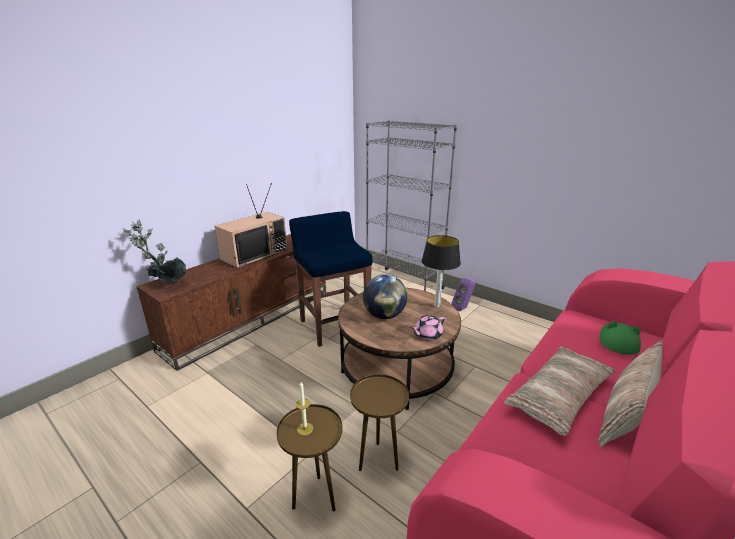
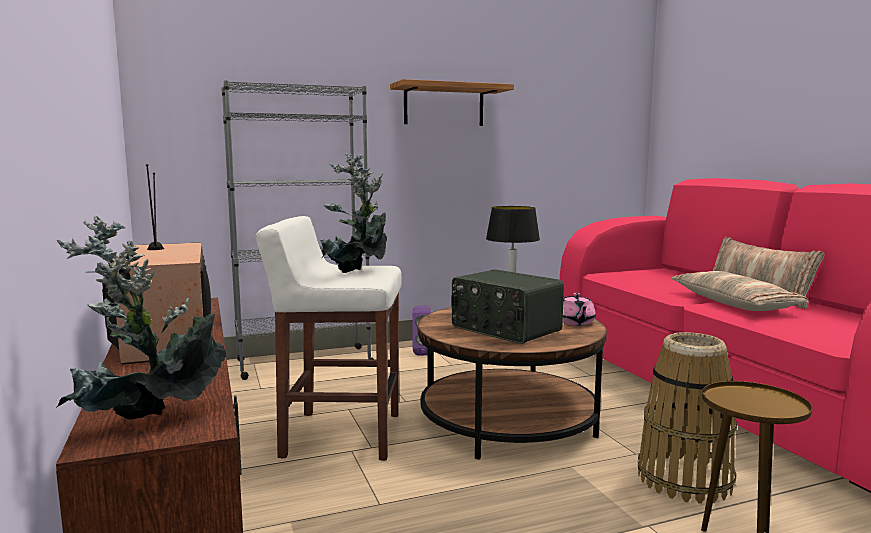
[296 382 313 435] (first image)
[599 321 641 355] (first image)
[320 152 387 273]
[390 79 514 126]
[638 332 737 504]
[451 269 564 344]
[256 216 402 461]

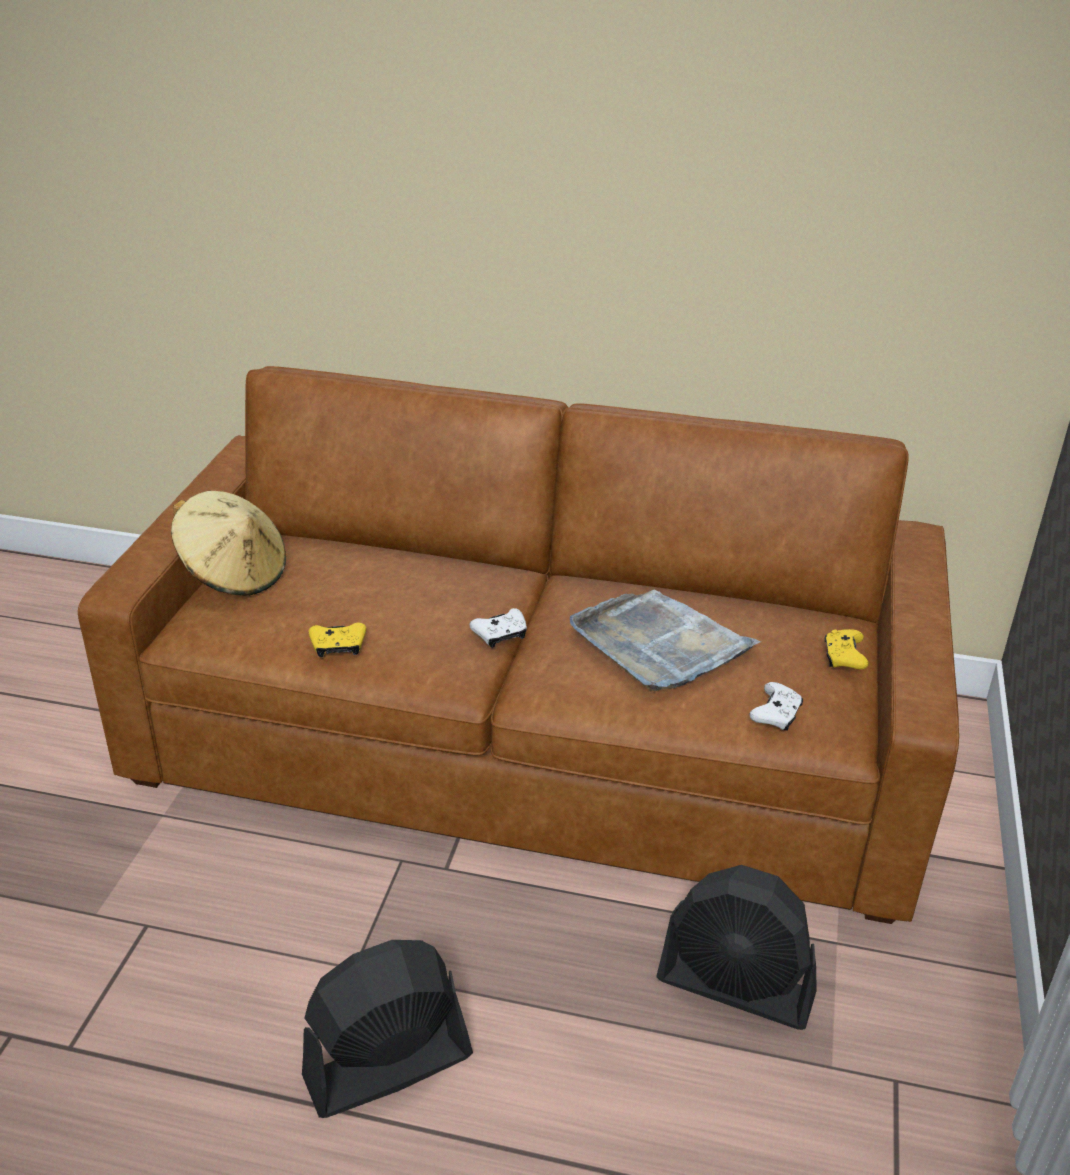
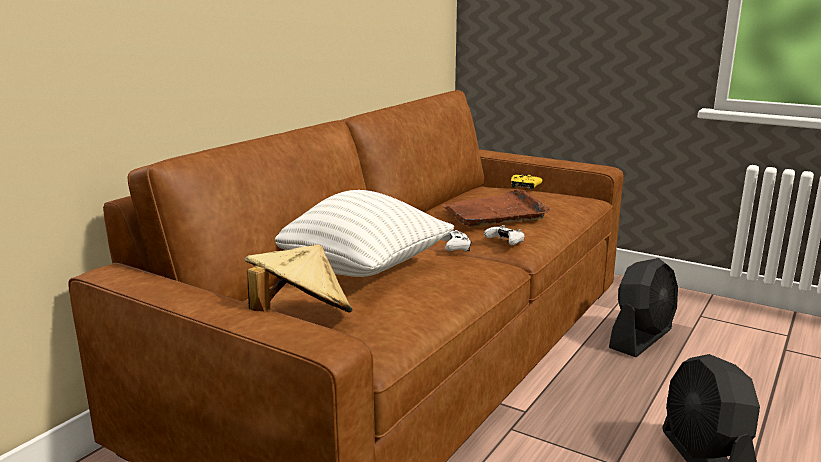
[309 623 366 657] (first image)
[275 190 454 277]
[484 225 525 245]
[442 189 551 226]

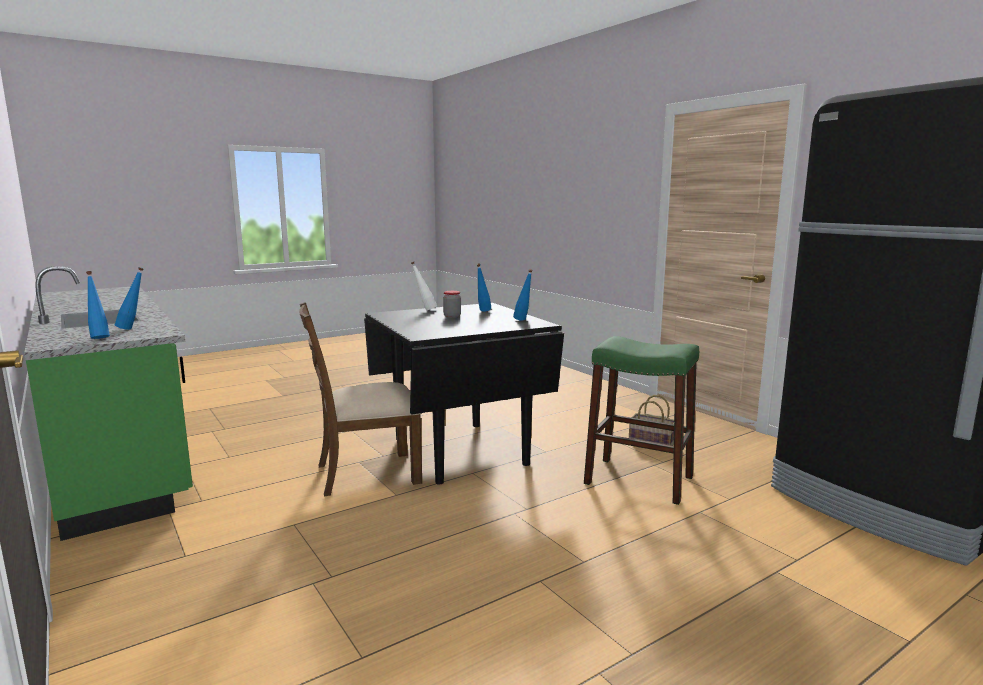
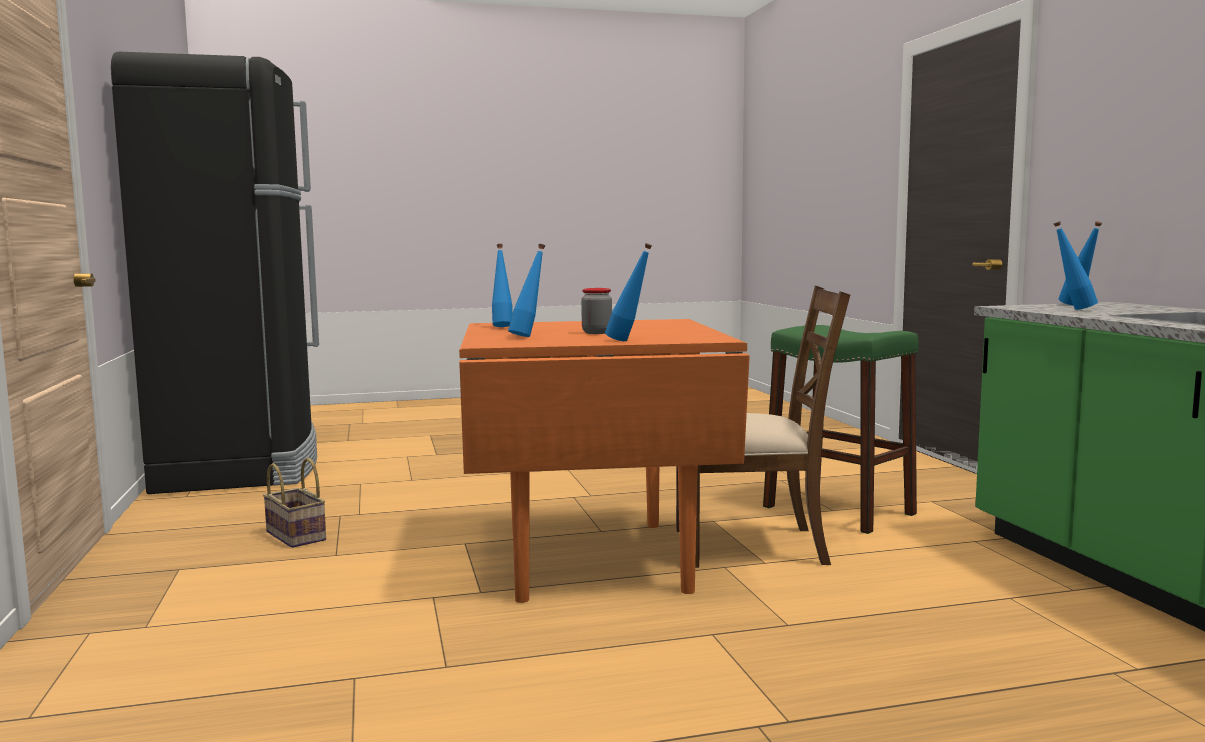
[763 325 919 534]
[459 319 750 603]
[605 243 652 341]

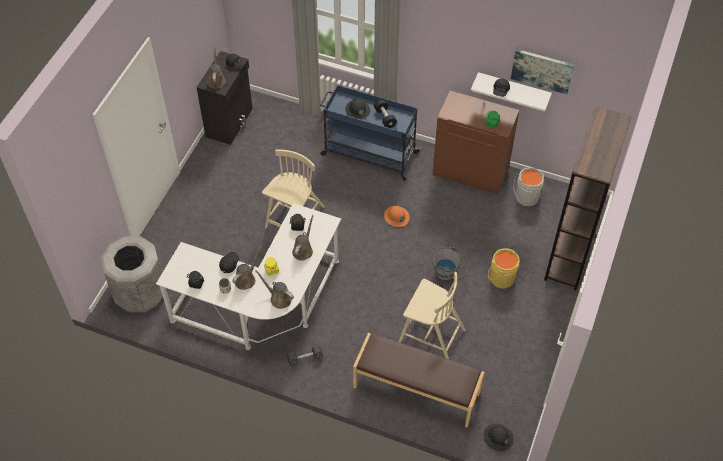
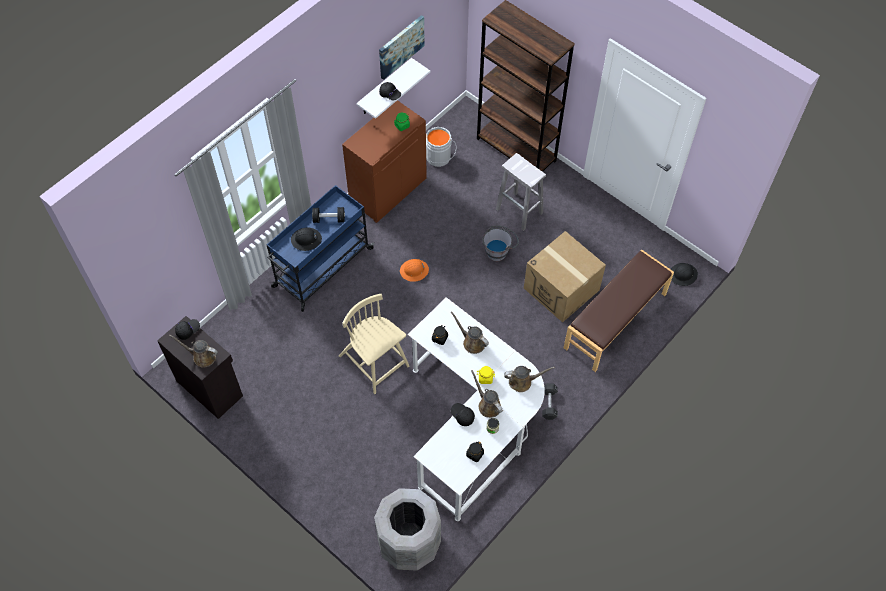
[524 231 606 323]
[496 153 546 231]
[504 366 555 392]

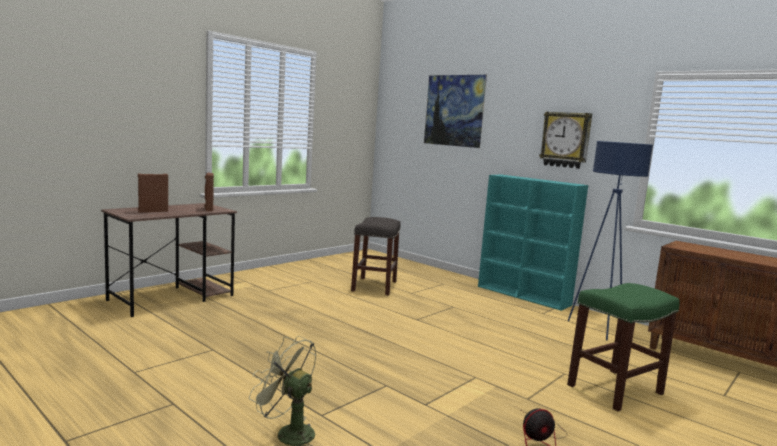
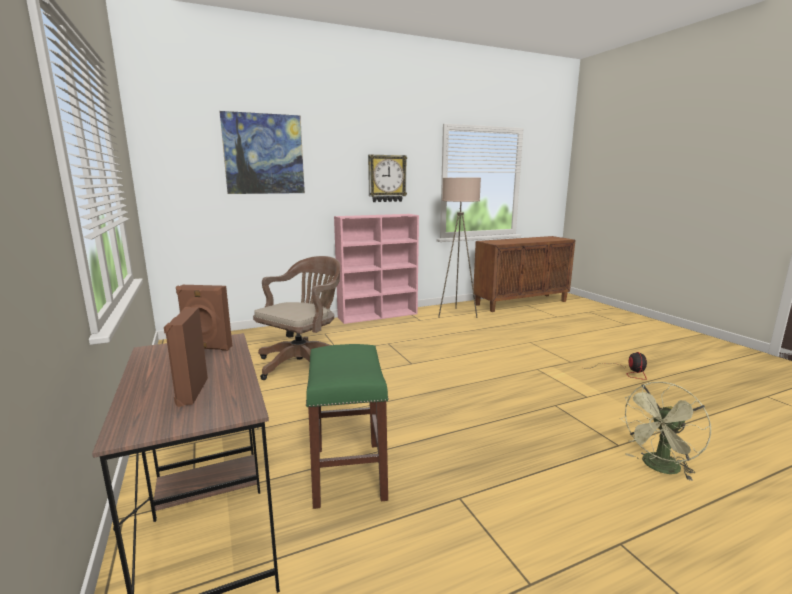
[306 344 389 509]
[253 256 340 380]
[334 214 419 324]
[438 178 481 318]

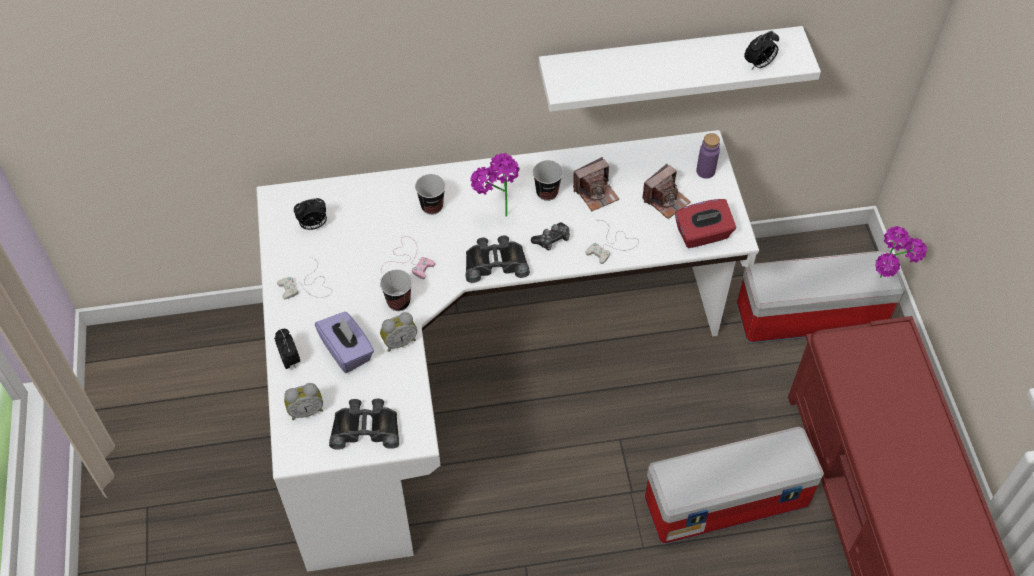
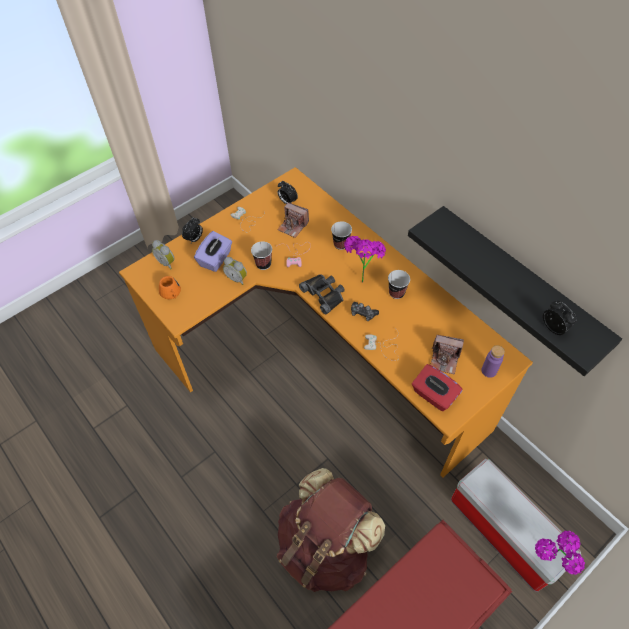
[277 203 309 238]
[159 276 181 299]
[277 468 385 592]
[119 167 533 478]
[408 206 622 376]
[543 301 577 335]

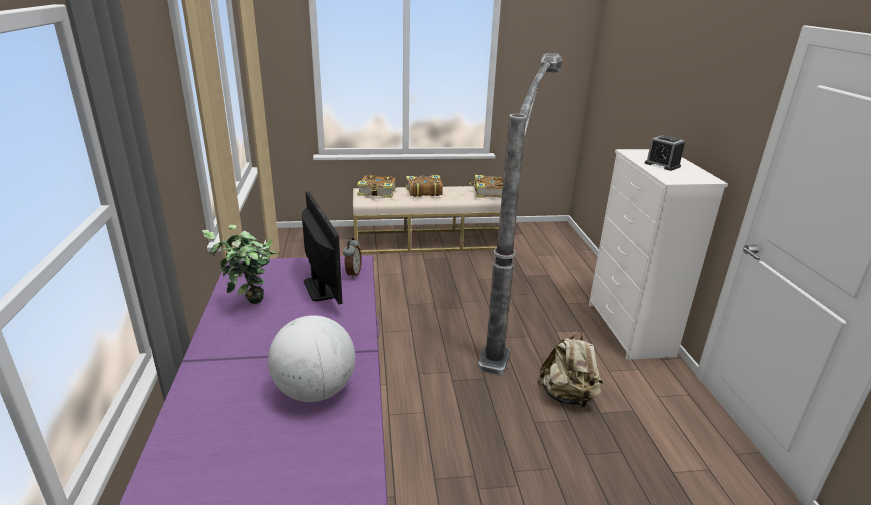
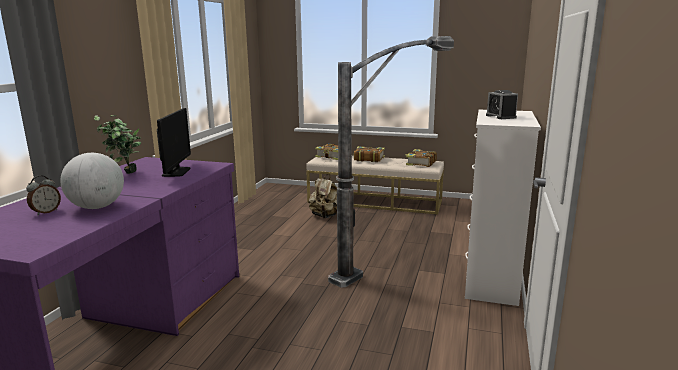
[26 175 61 215]
[309 174 337 218]

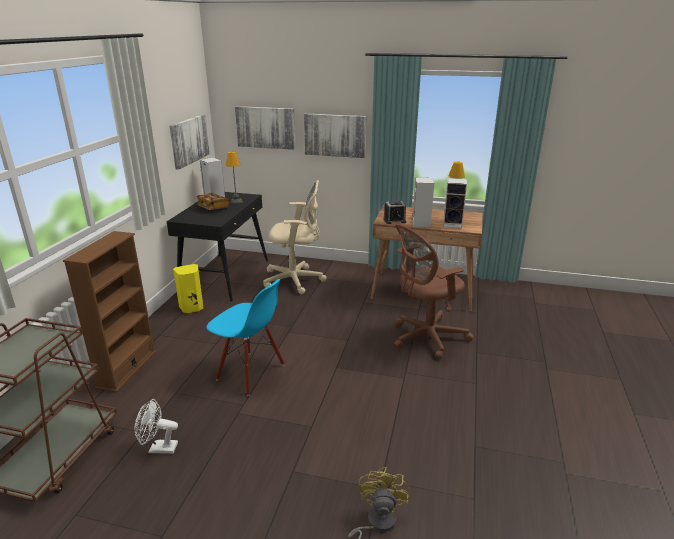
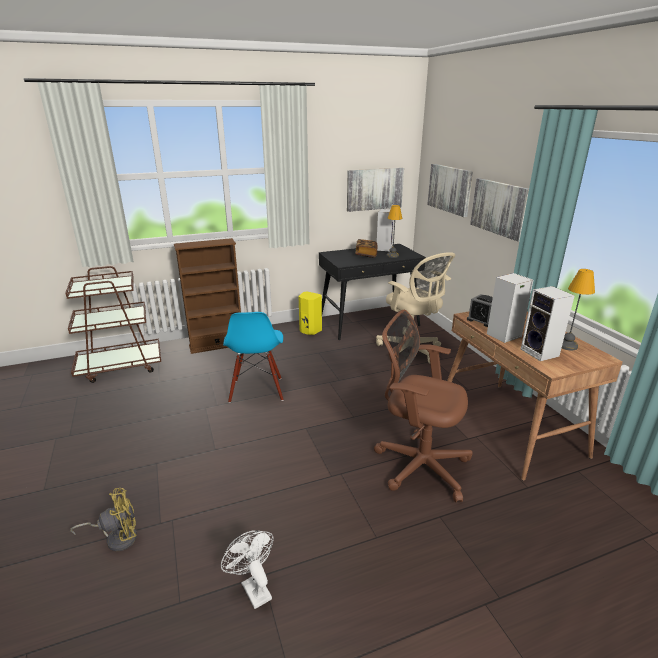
[221 530 274 609]

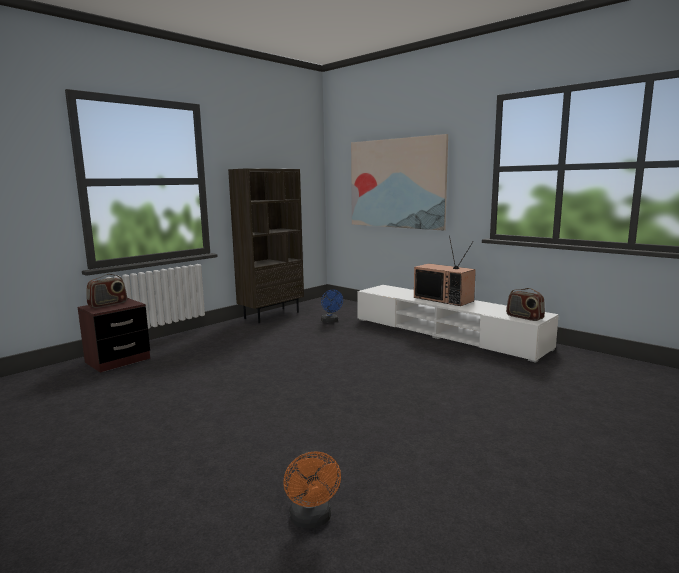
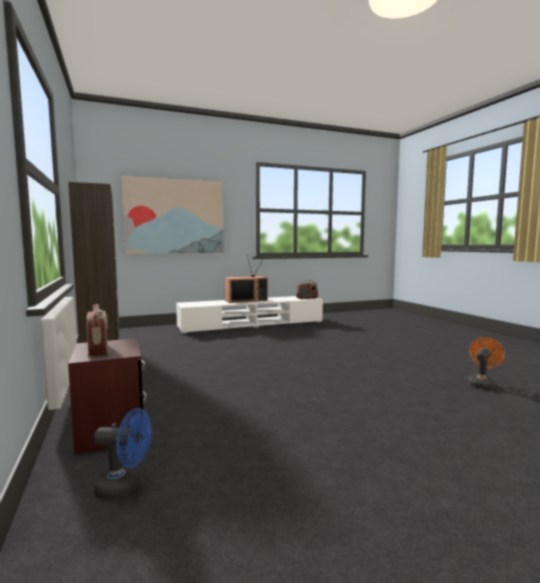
[94 408 151 500]
[468 337 505 389]

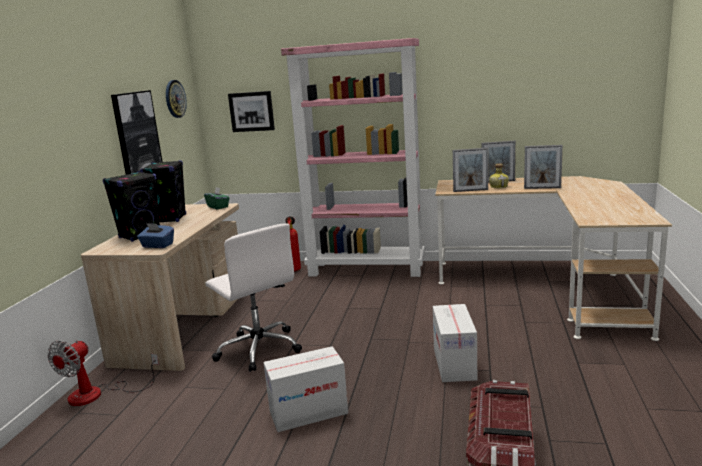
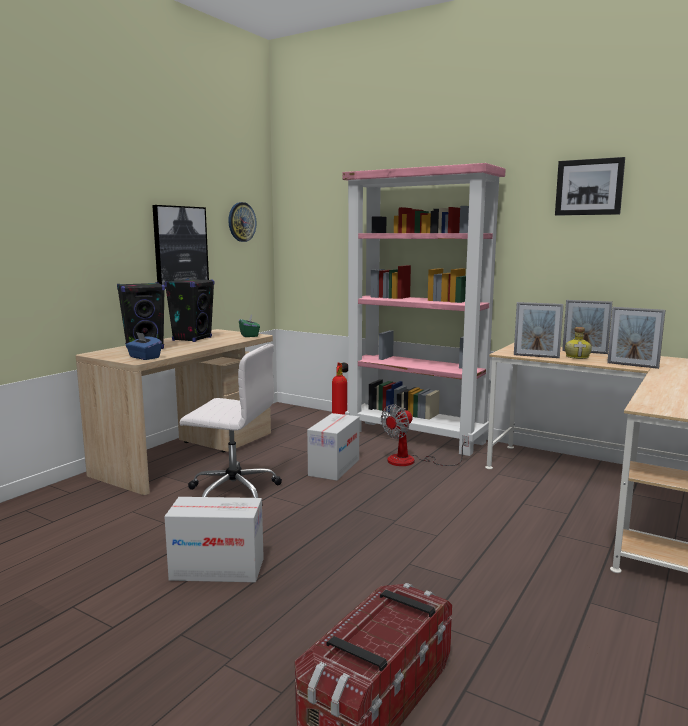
[381 404 469 466]
[555 157 625 216]
[307 413 359 481]
[180 344 282 498]

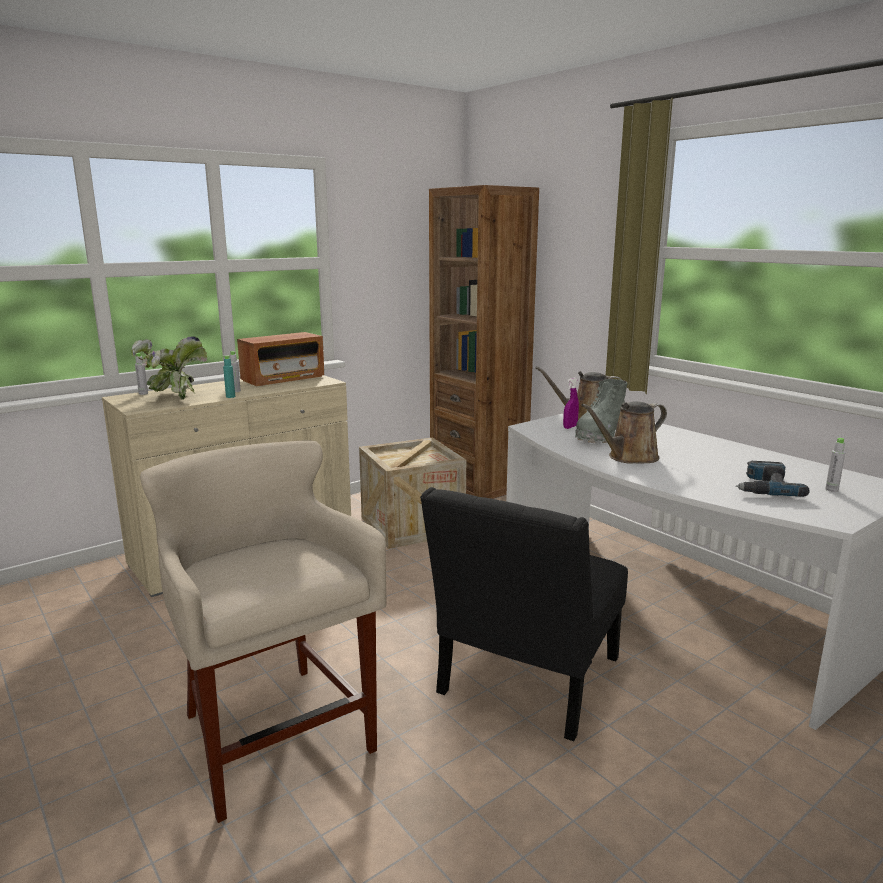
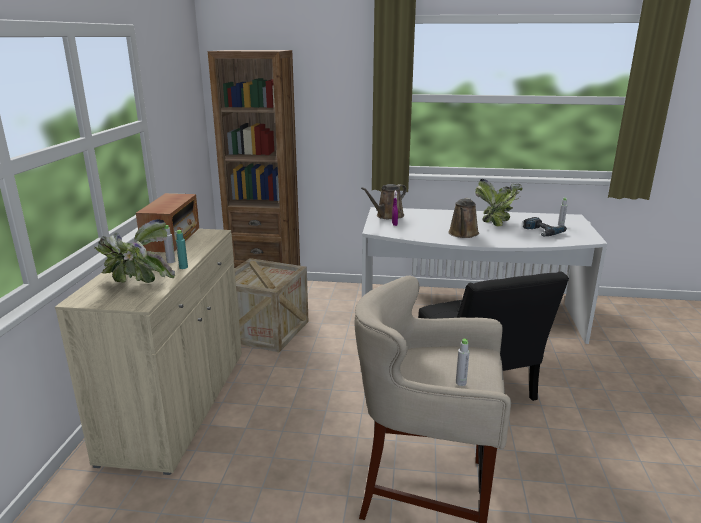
[575 379 628 443] (first image)
[475 179 522 226]
[456 339 470 386]

